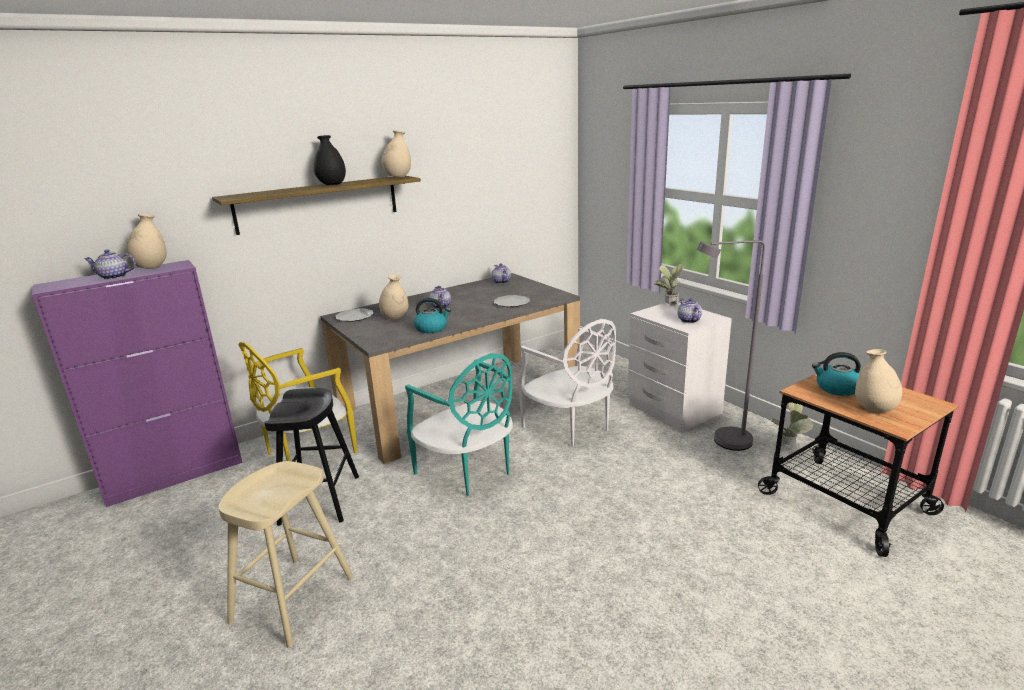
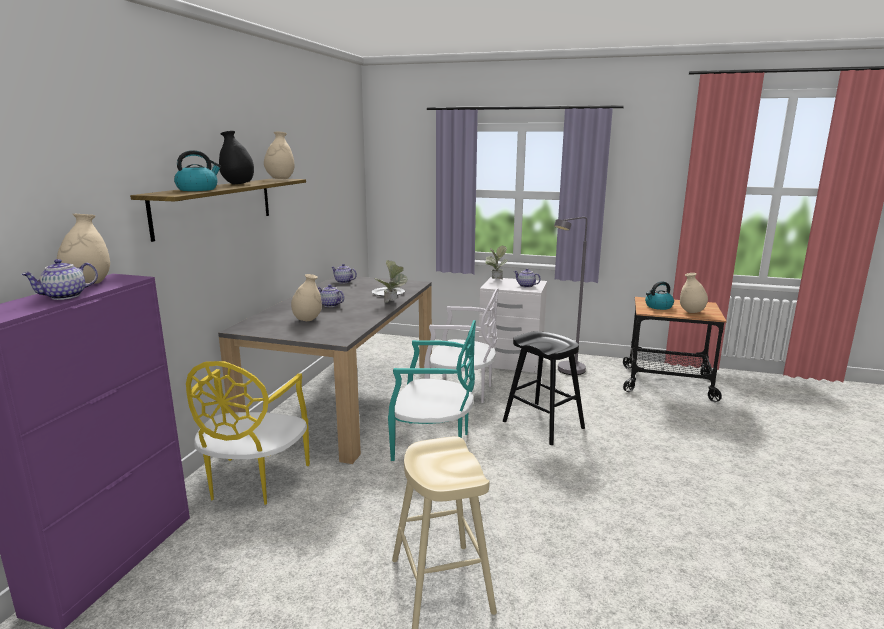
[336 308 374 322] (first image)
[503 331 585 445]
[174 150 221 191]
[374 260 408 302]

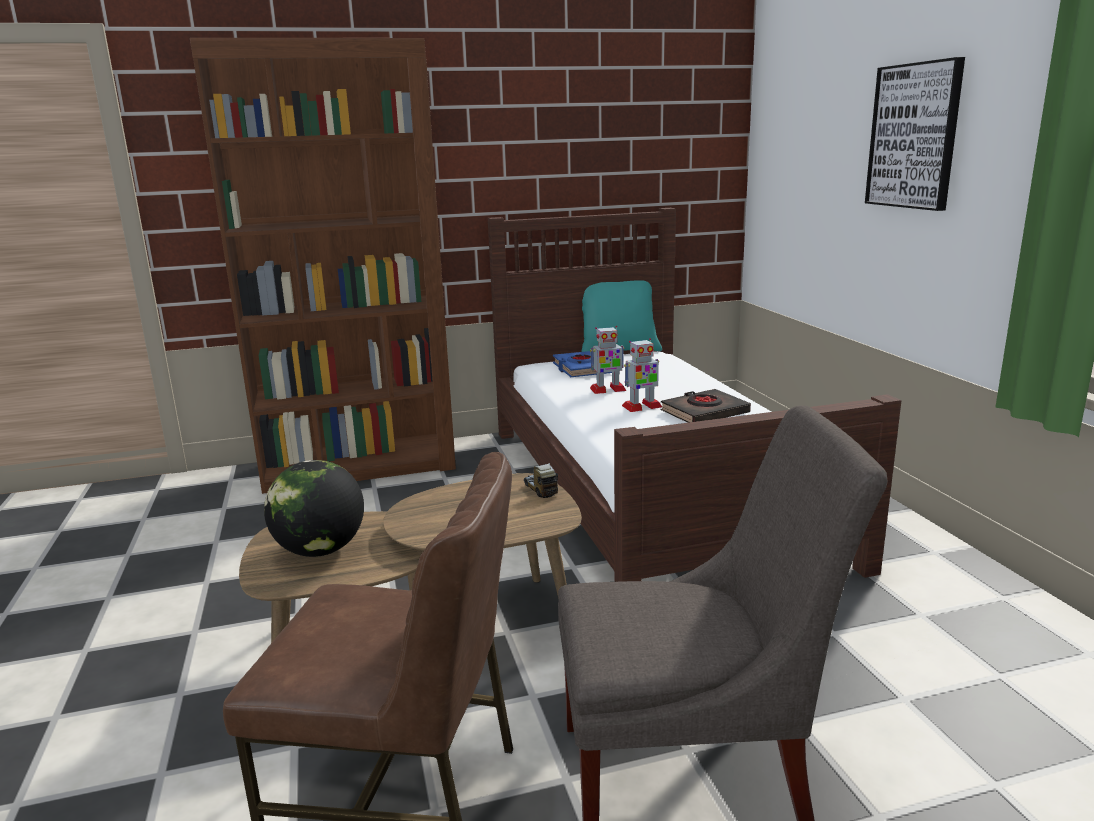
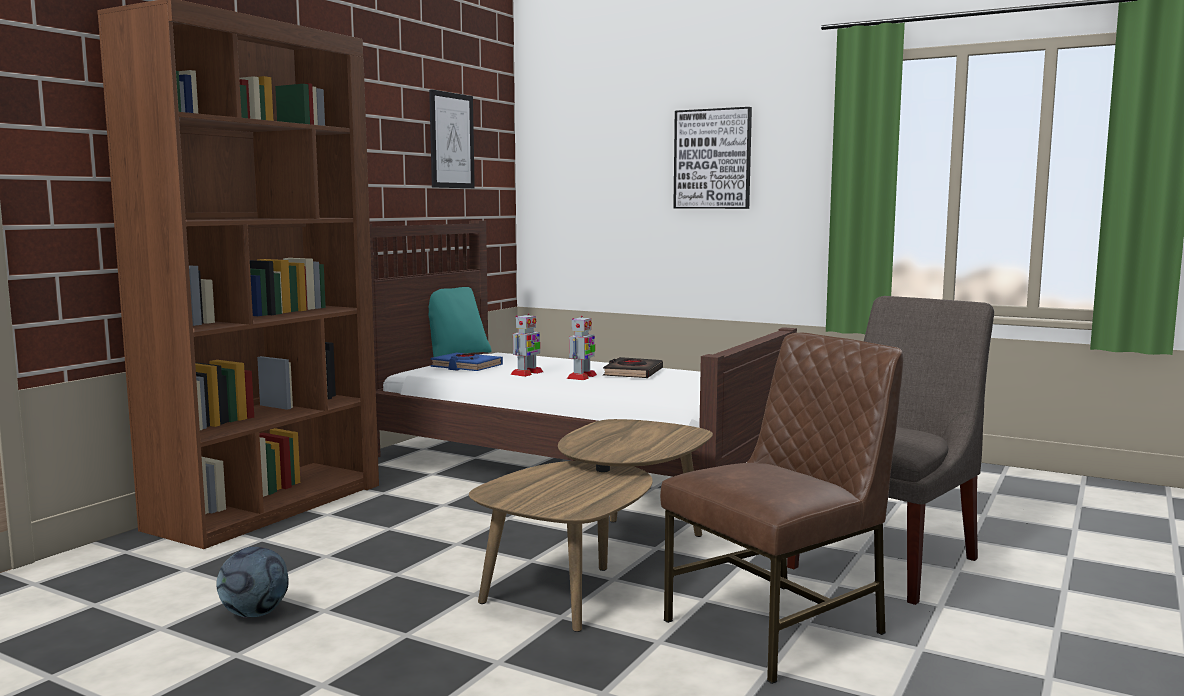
[264 460 364 557] (first image)
[524 463 558 498] (first image)
[216 547 289 617]
[429 89 475 188]

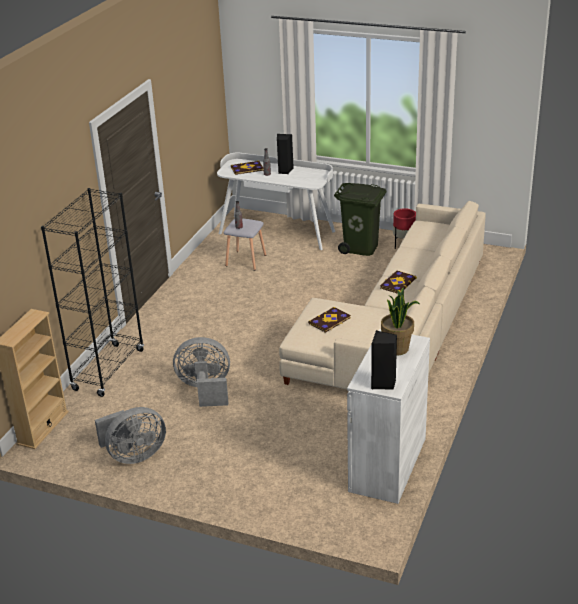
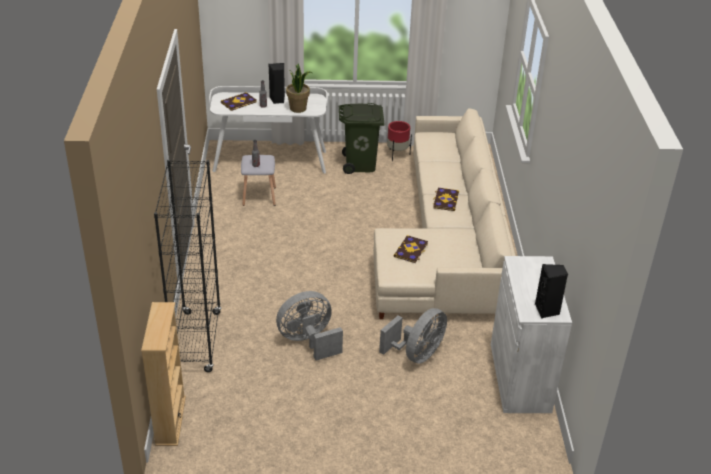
[379 308 447 364]
[286 63 312 113]

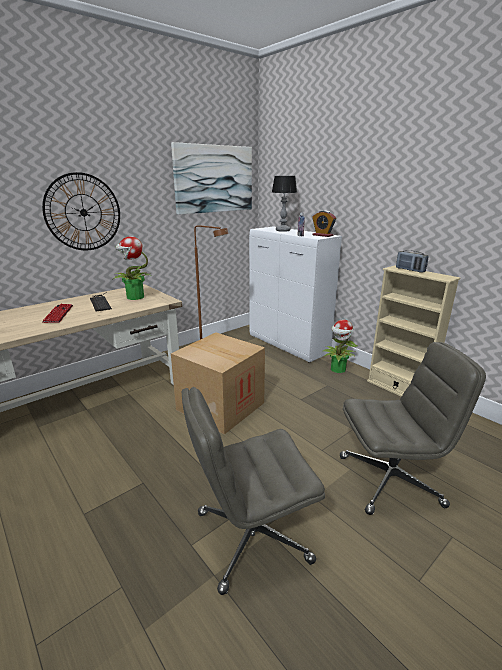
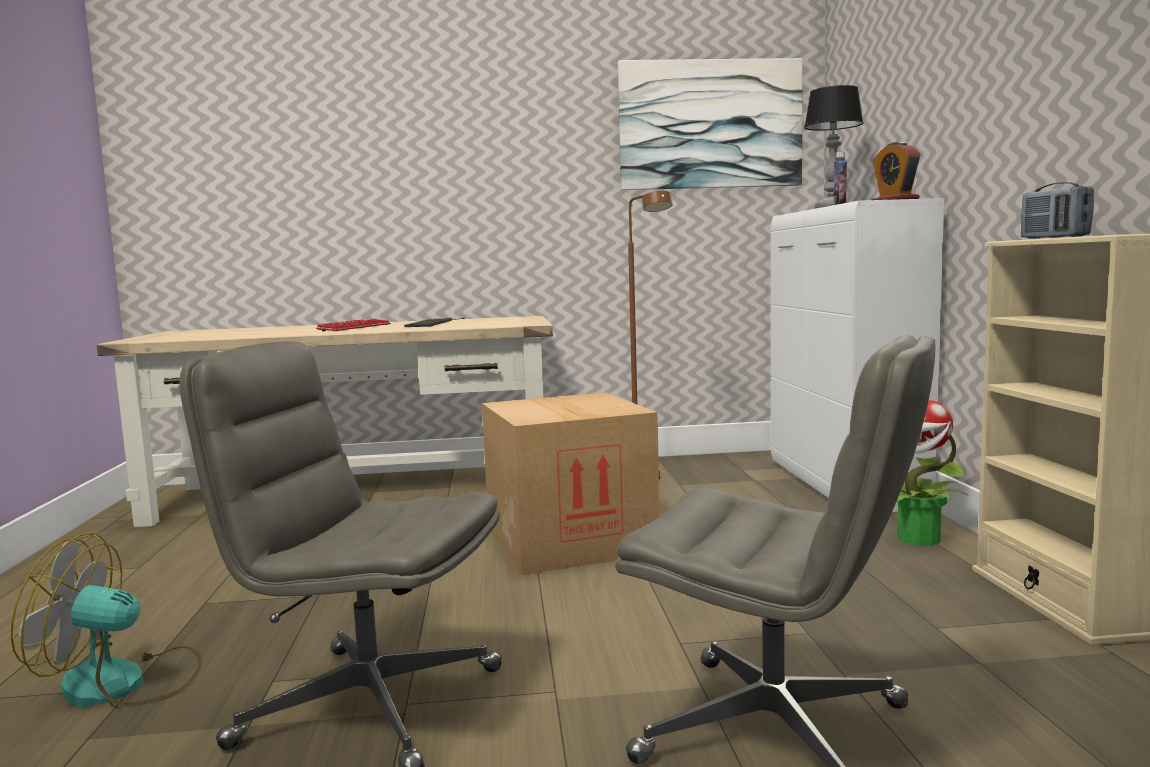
[42 172 120 250] (first image)
[112 236 151 300] (first image)
[11 533 202 707]

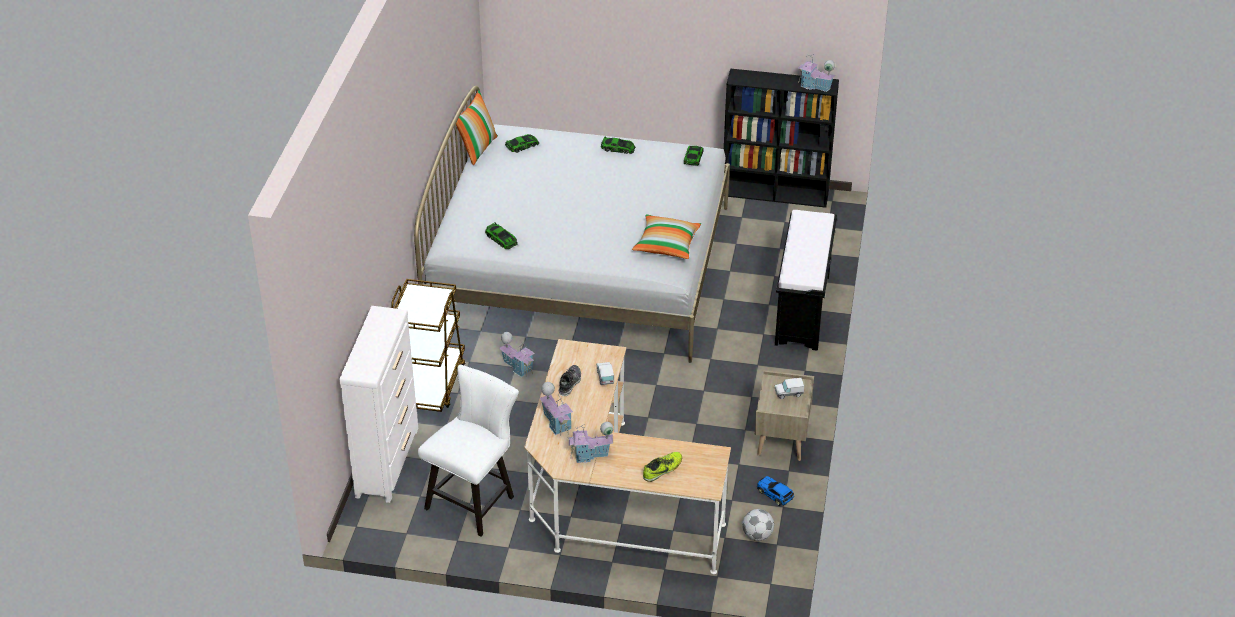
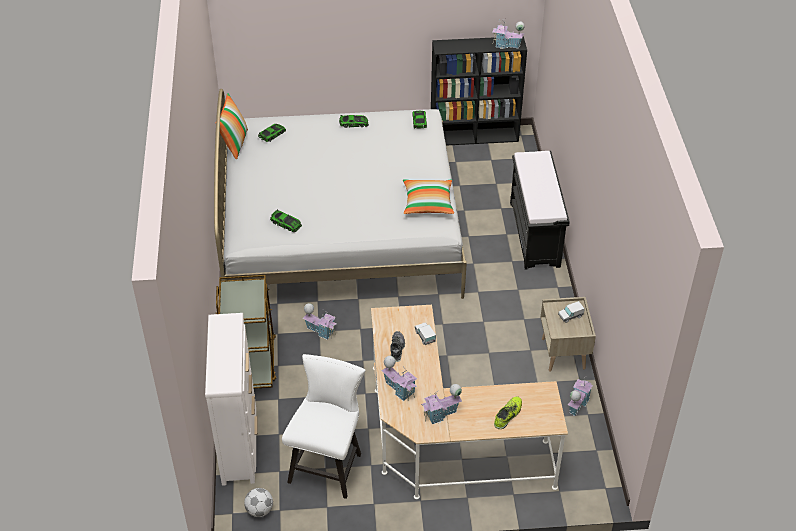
[244 488 273 517]
[568 376 593 416]

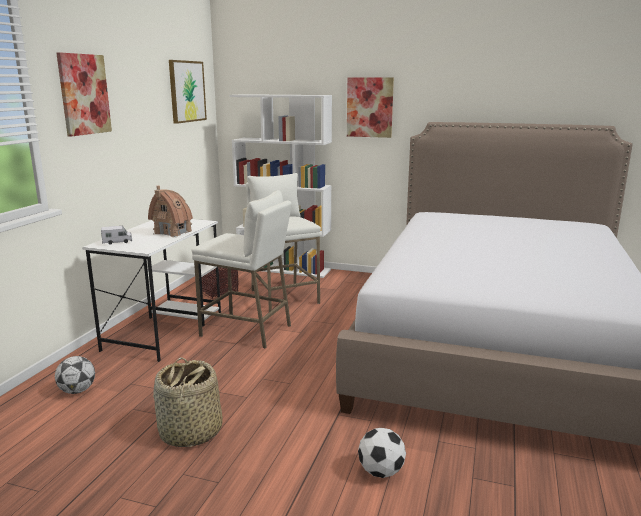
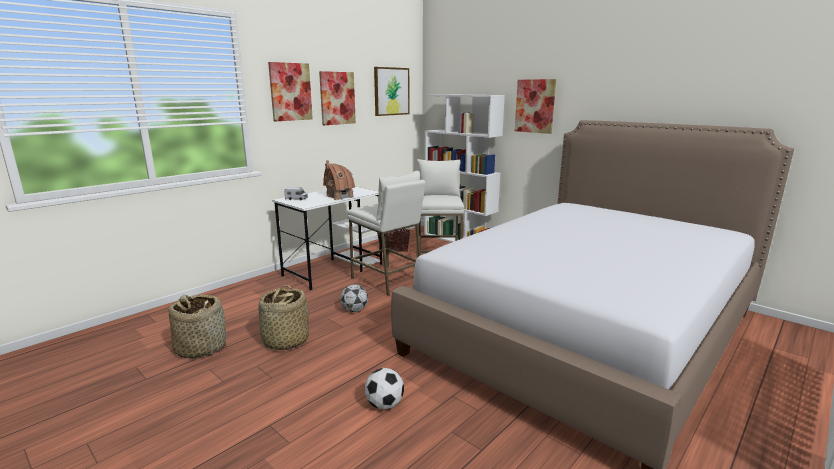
[169 294 226 359]
[319 71 356 125]
[340 284 368 312]

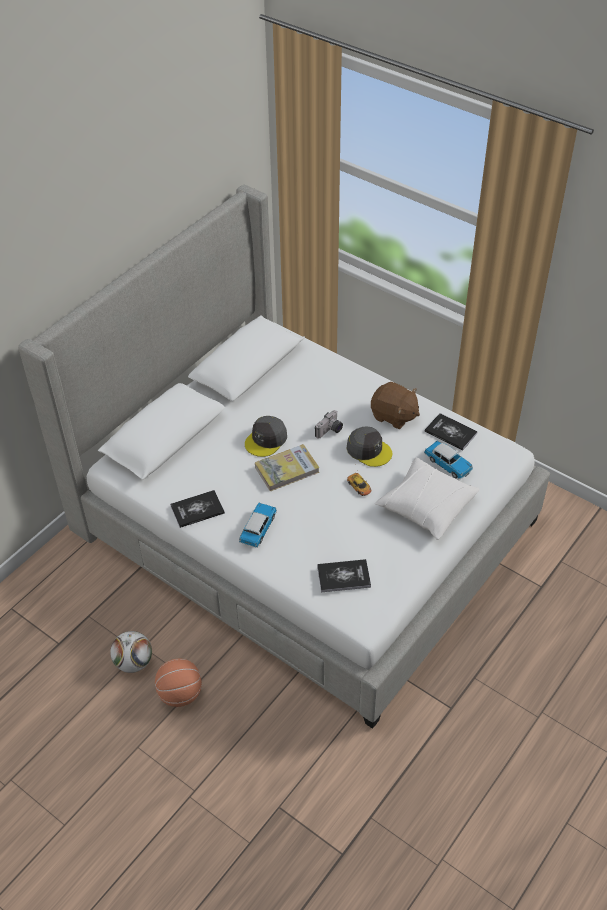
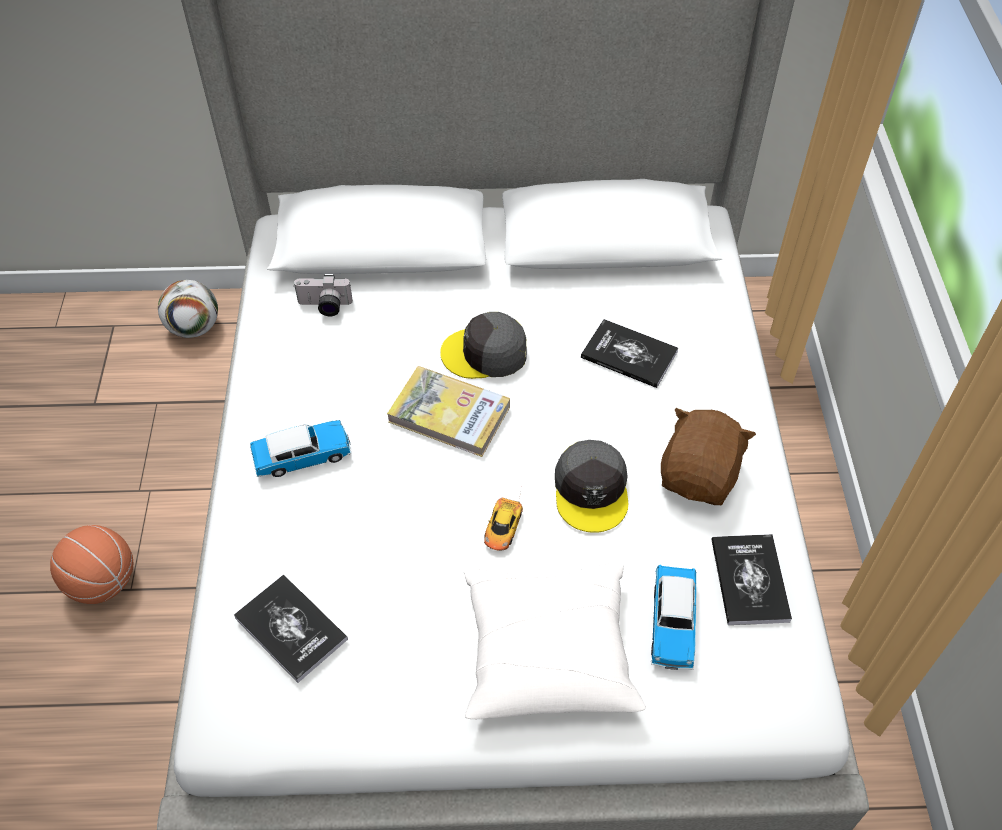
[158 280 218 338]
[581 319 678 388]
[293 275 353 316]
[661 408 756 505]

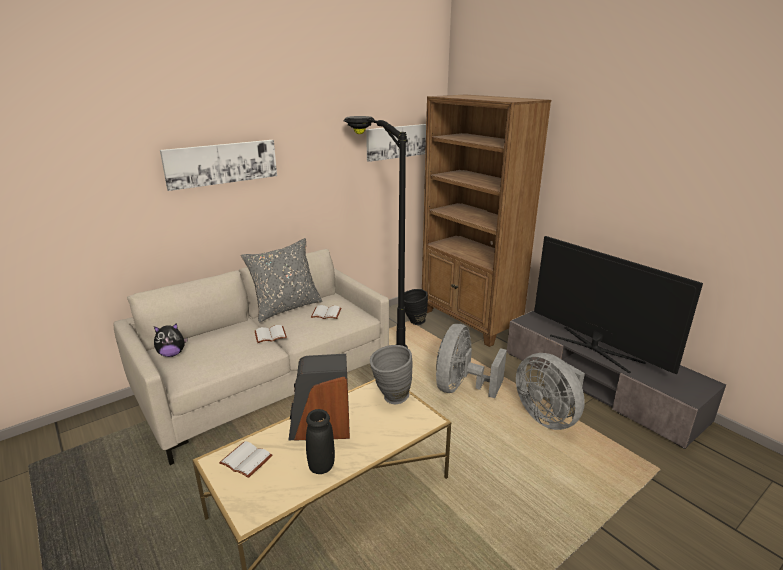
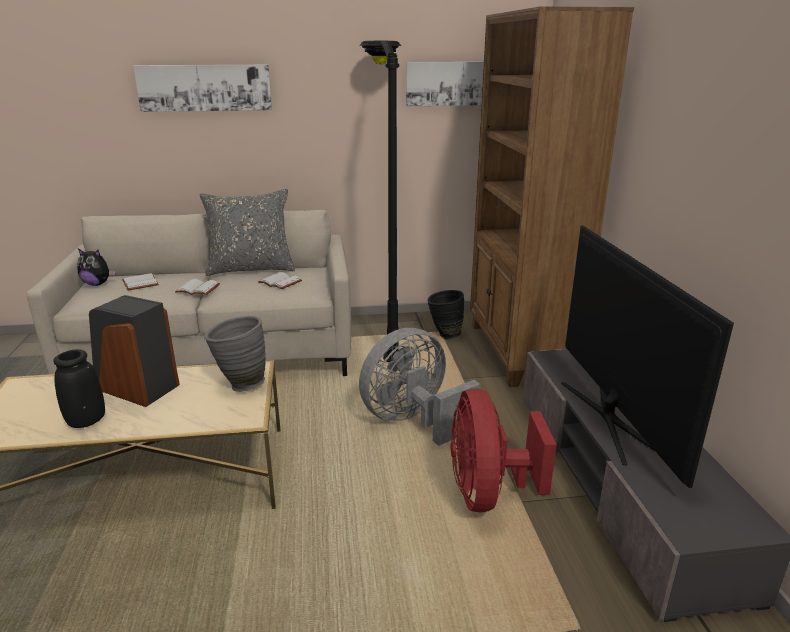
[122 273 159 290]
[451 388 557 513]

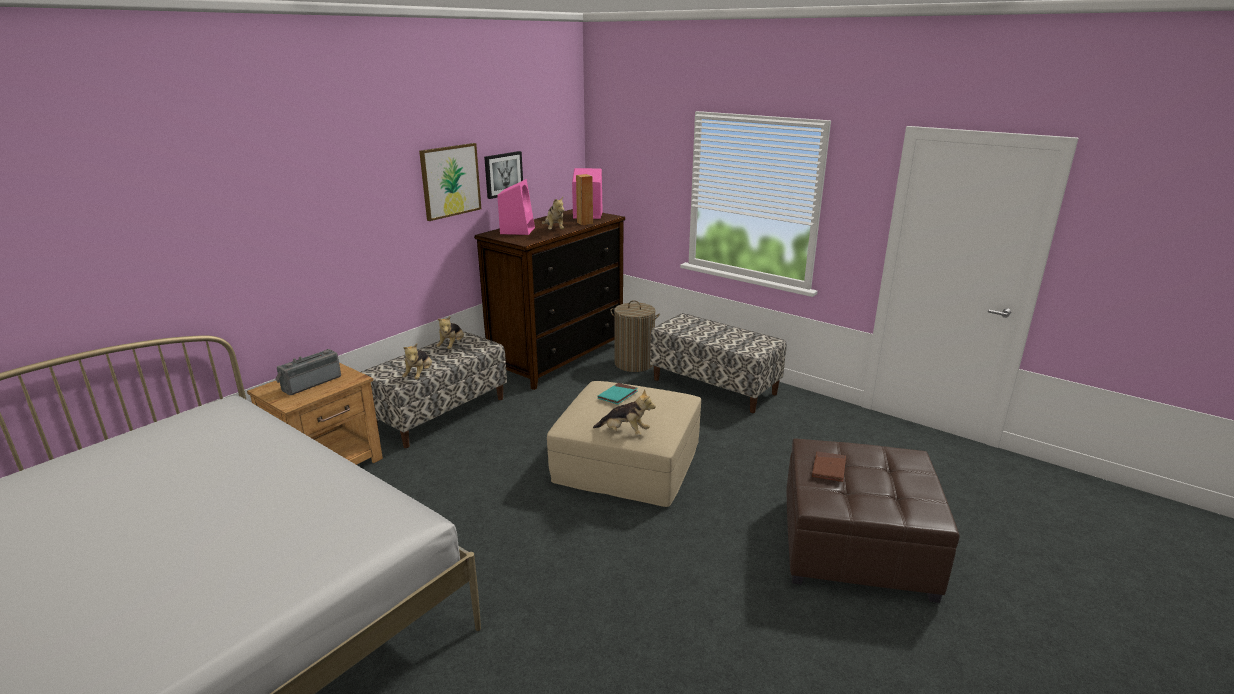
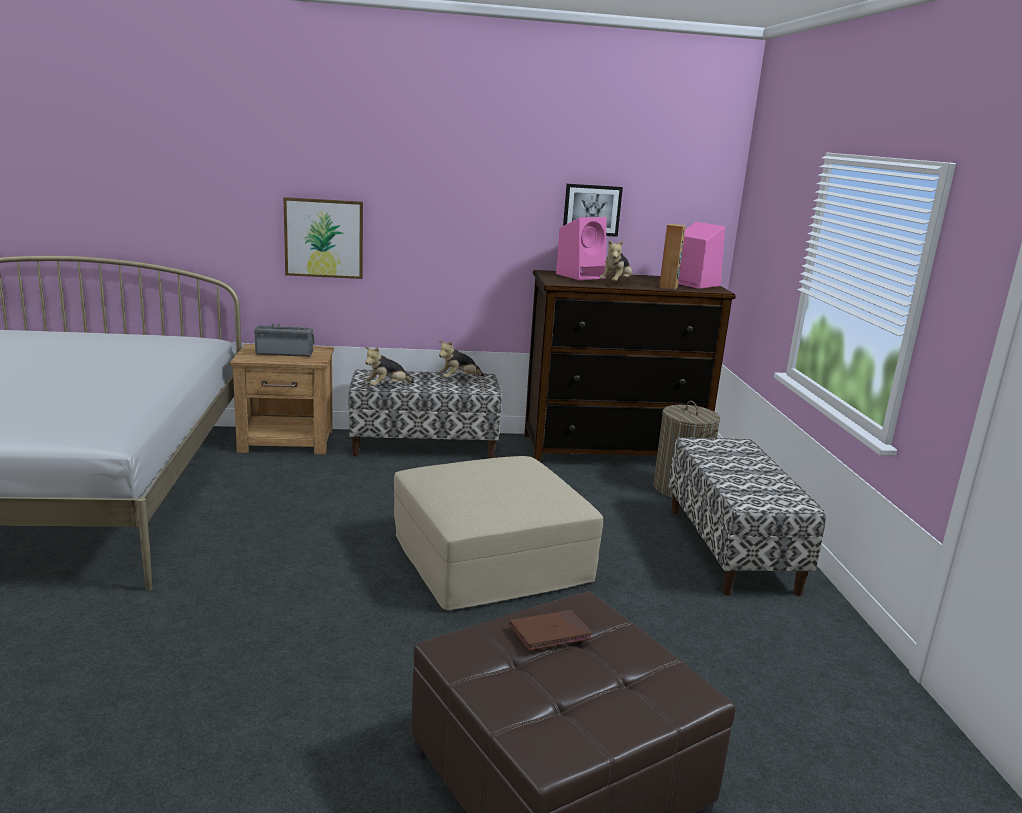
[593 389 656 436] (first image)
[598 383 638 404] (first image)
[283 197 363 279]

